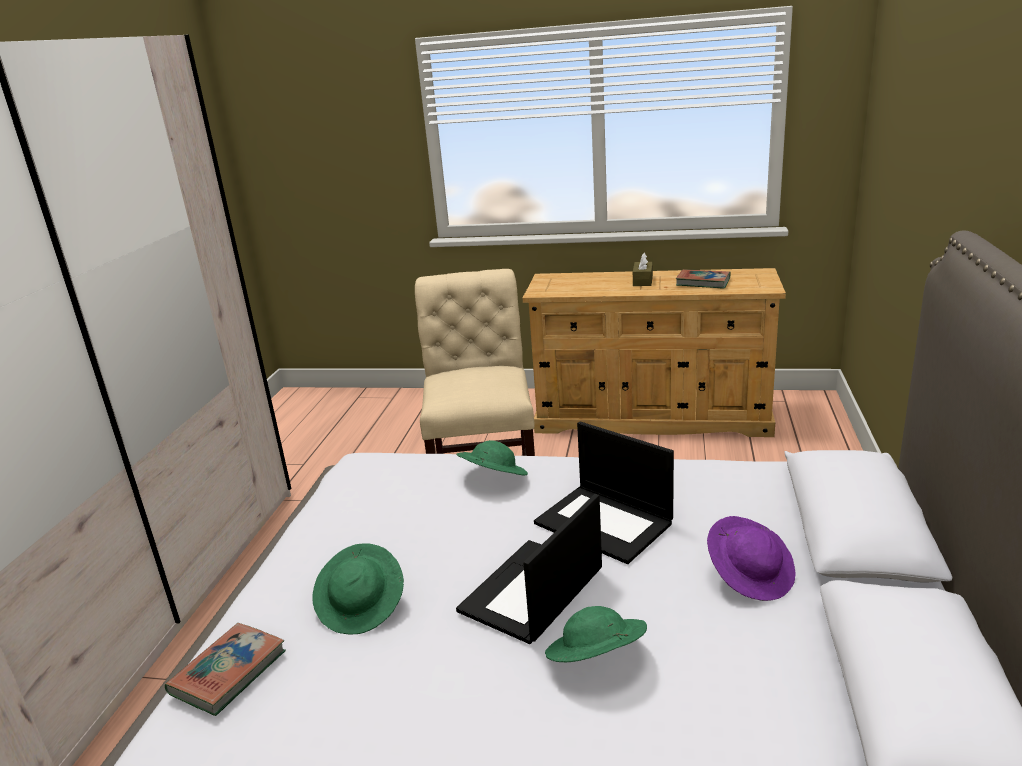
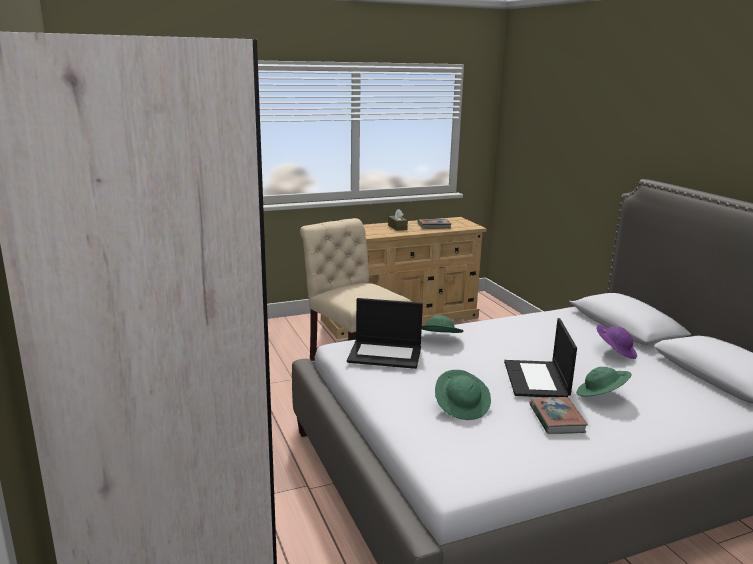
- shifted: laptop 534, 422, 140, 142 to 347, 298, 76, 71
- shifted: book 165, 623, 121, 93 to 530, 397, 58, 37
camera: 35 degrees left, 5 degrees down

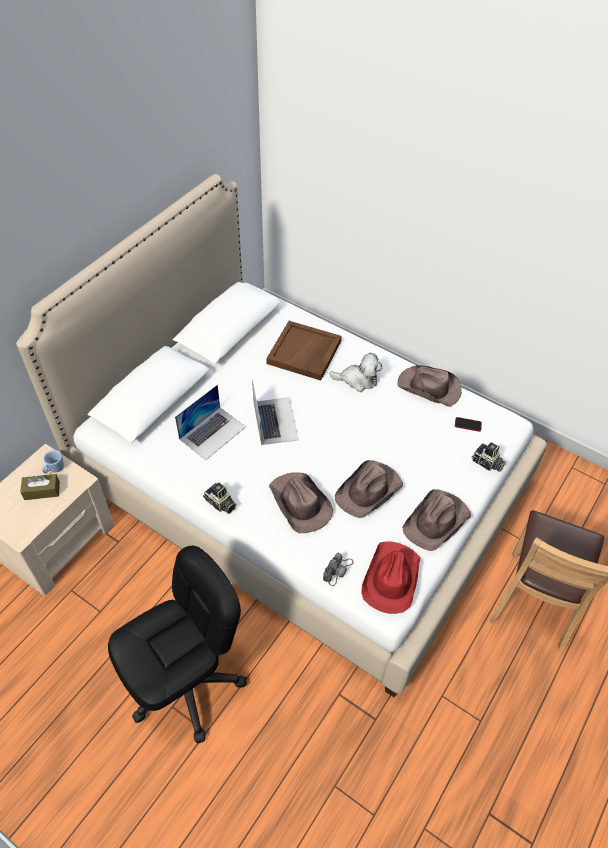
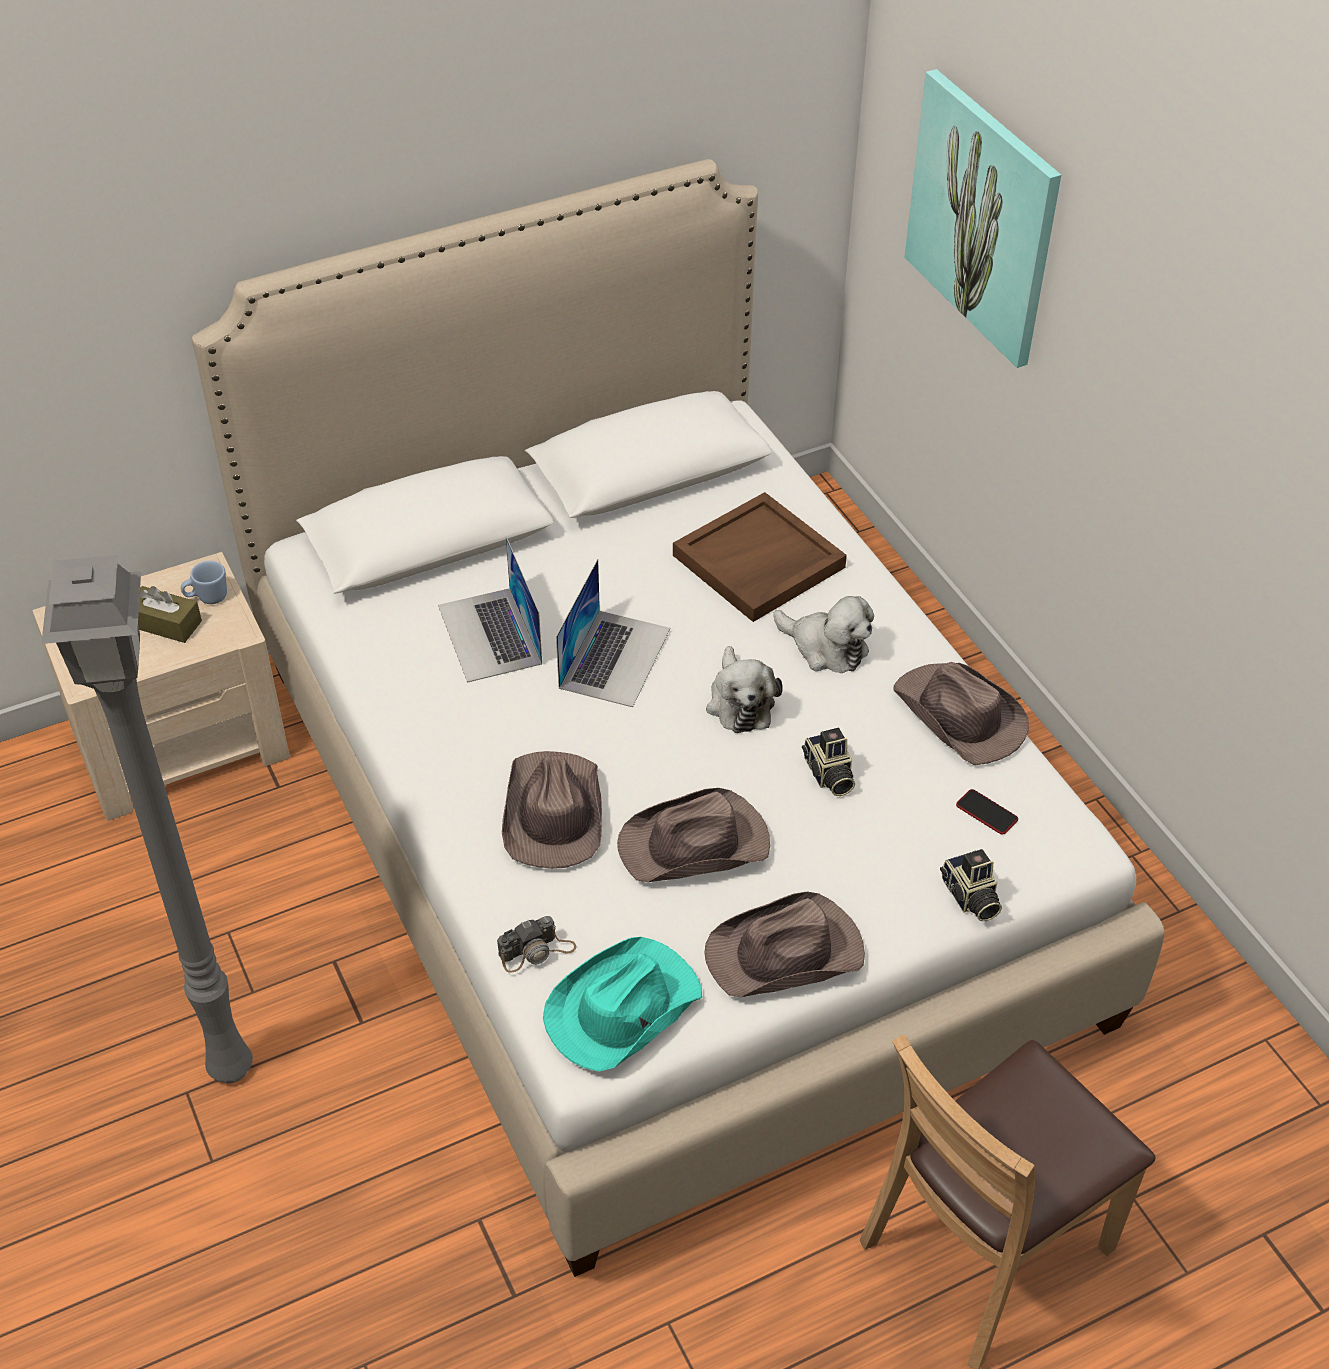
- rotated: laptop 175, 385, 71, 75 = 438, 537, 104, 146 90 degrees clockwise
- shifted: photo camera 203, 482, 33, 32 to 802, 728, 53, 68
- repainted: hat/red 361, 541, 59, 73 to hat/turquoise 543, 937, 159, 135
- swapped: office chair/black 108, 546, 139, 198 to floor lamp/grey 41, 555, 212, 528
- new: picture 904, 69, 157, 299
- new: plush toy 706, 646, 77, 87
camera: 30 degrees right, 5 degrees down

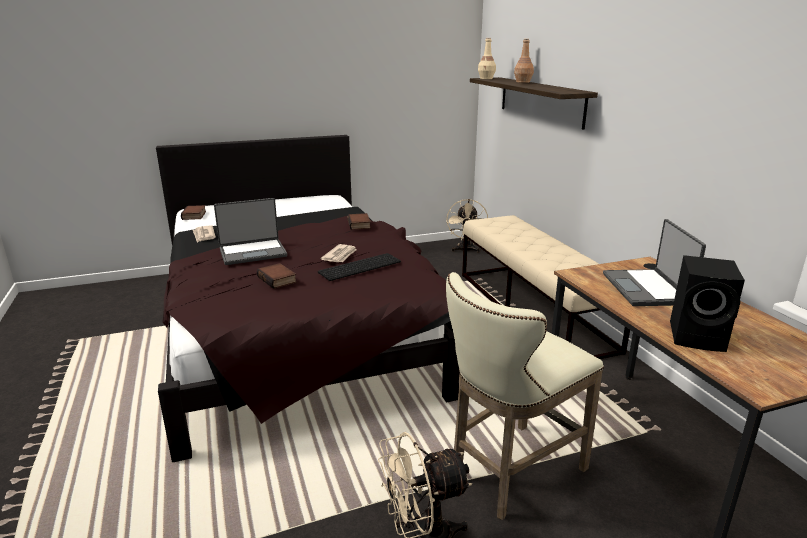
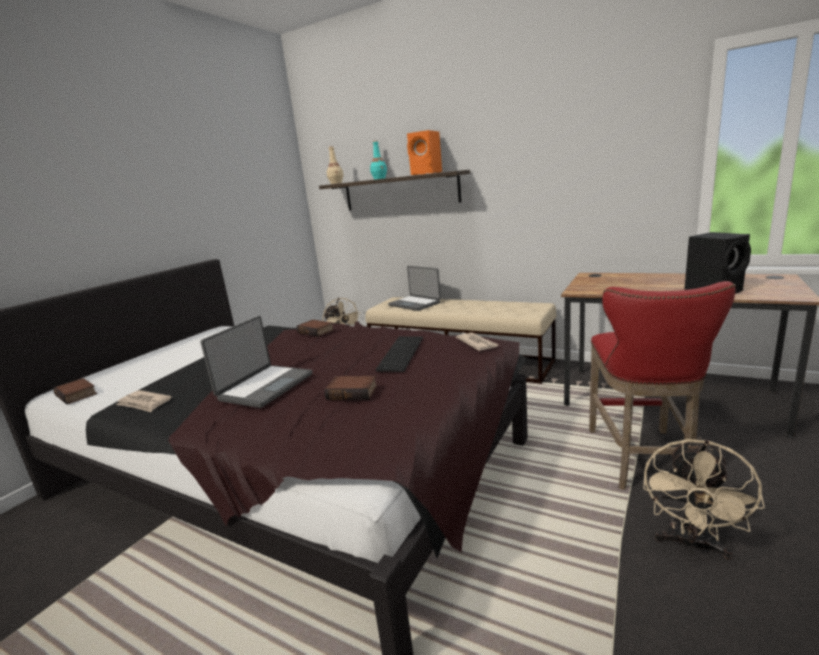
- repainted: bottle/brown 514, 38, 20, 45 to bottle/turquoise 370, 140, 17, 40
- shifted: laptop 603, 219, 103, 87 to 388, 266, 53, 45
- shifted: newspaper 321, 244, 36, 18 to 456, 332, 42, 19
- repainted: stool/beige 446, 272, 158, 248 to stool/red 589, 281, 147, 209
- new: speaker/orange 407, 130, 35, 45
camera: 40 degrees left, 5 degrees down

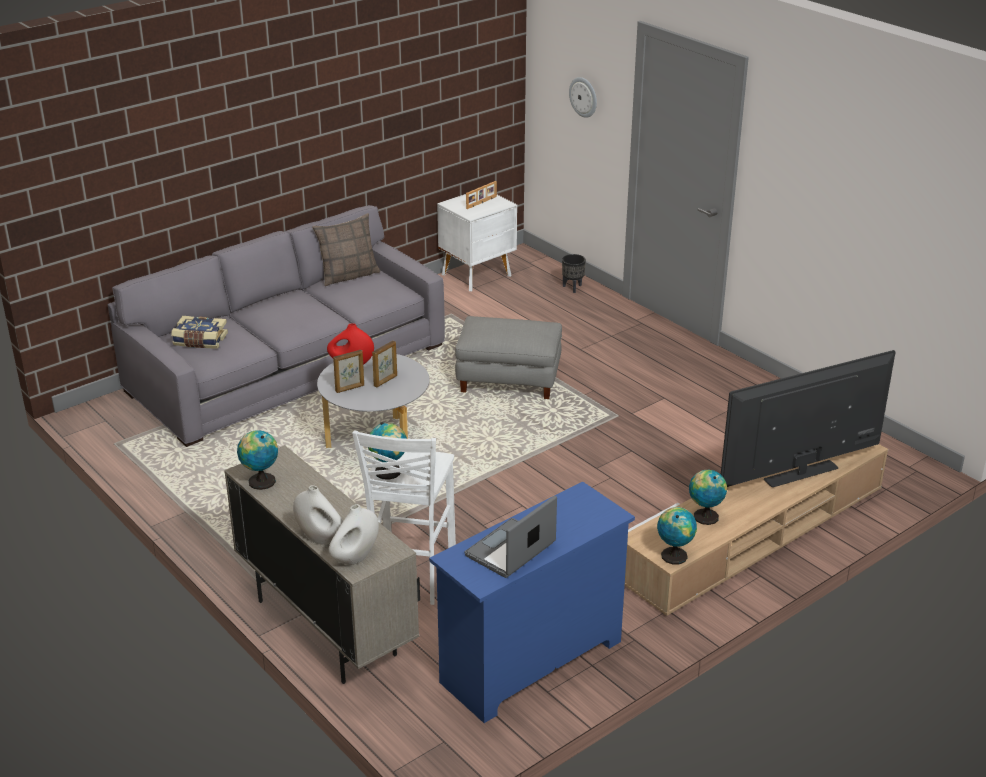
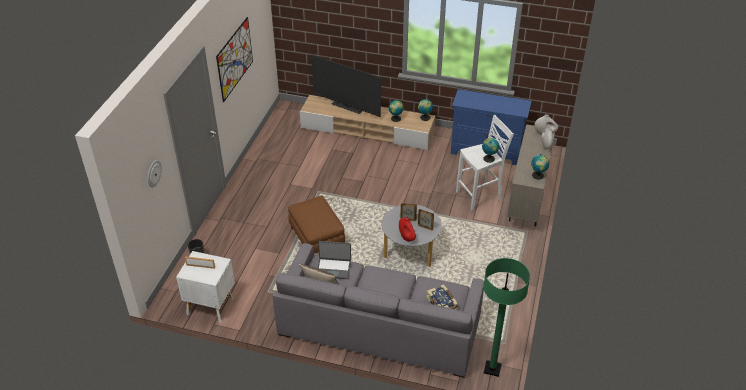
- repainted: ottoman/grey 455, 316, 107, 83 to ottoman/brown 288, 195, 57, 59
- shifted: laptop 464, 496, 93, 82 to 317, 241, 34, 38
- new: picture 216, 17, 37, 85
- new: floor lamp/green 483, 258, 47, 119
camera: 125 degrees left, 10 degrees up

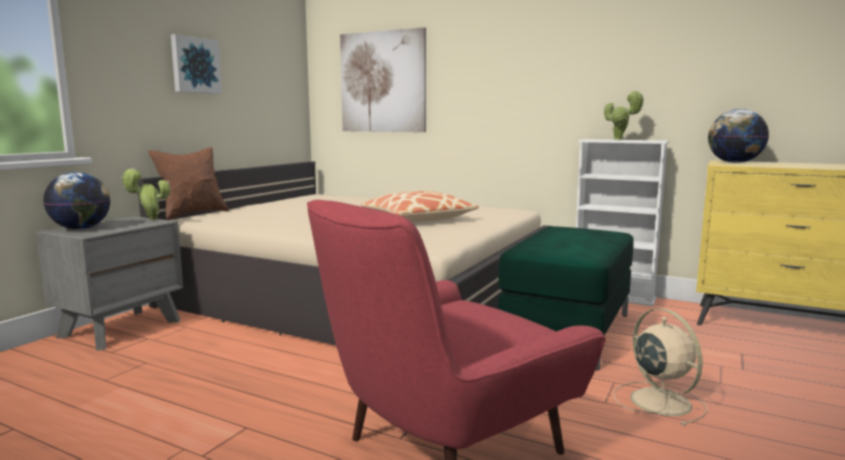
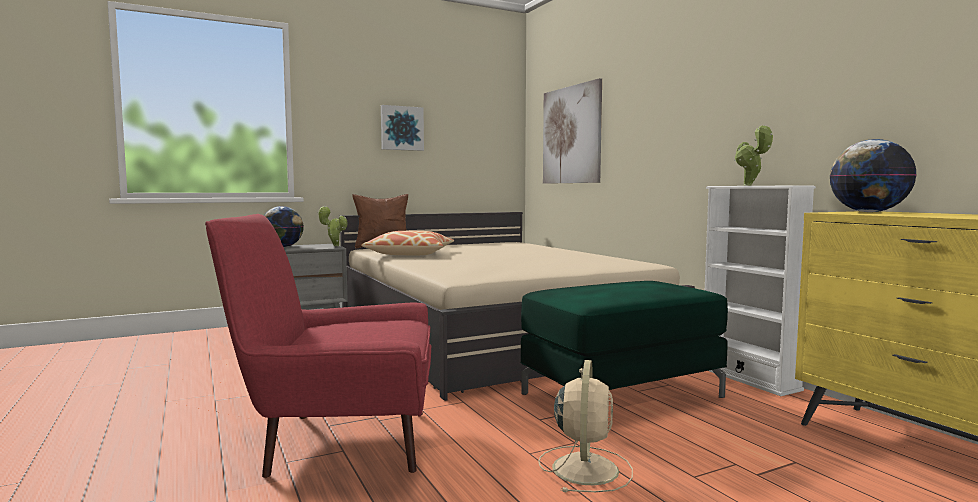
- shifted: pillow 361, 191, 118, 31 to 361, 231, 93, 24
camera: 35 degrees right, 5 degrees down

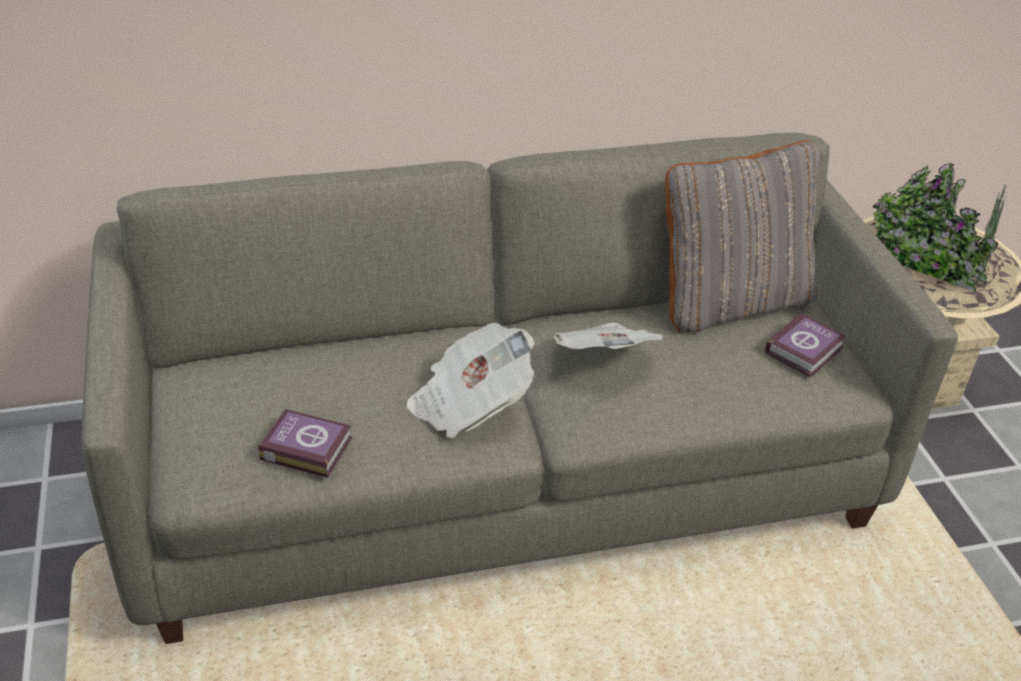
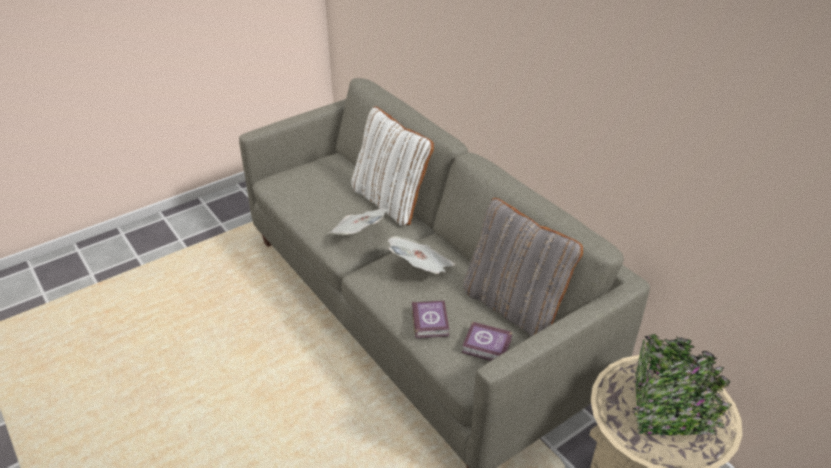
- shifted: book 258, 409, 94, 69 to 412, 301, 37, 38
- new: pillow/white 351, 106, 83, 120
camera: 70 degrees right, 0 degrees up

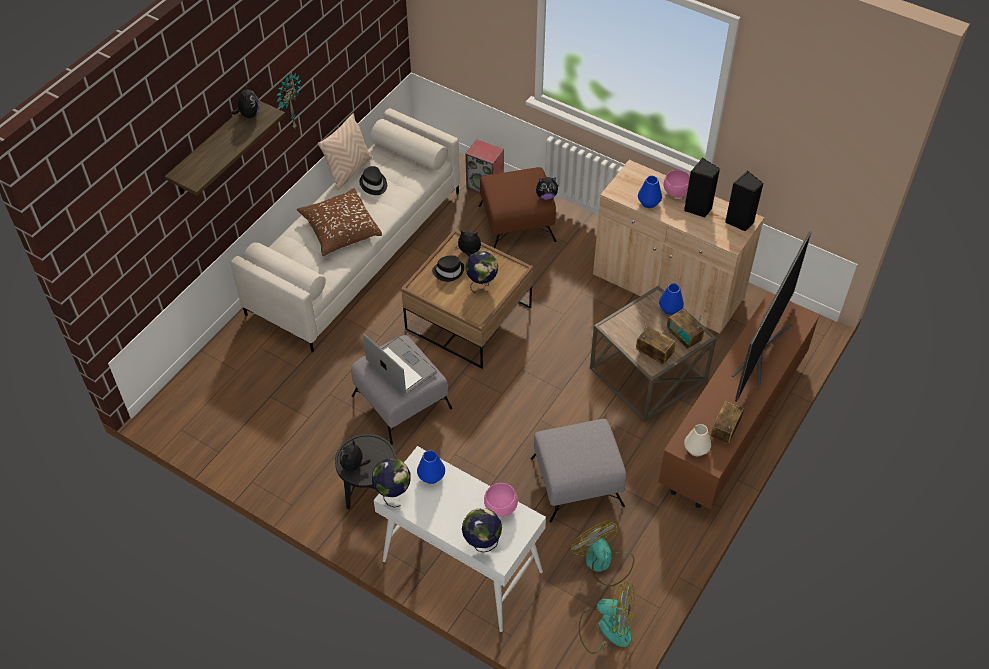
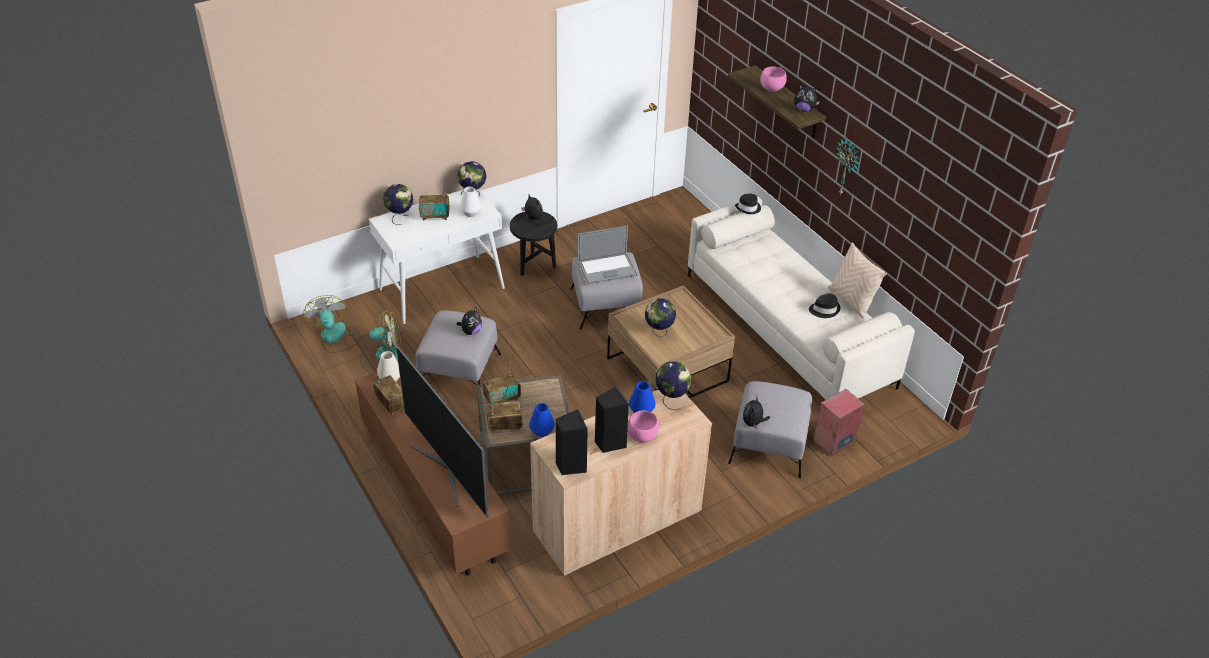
- repainted: ottoman/brown 479, 167, 77, 81 to ottoman/grey 728, 381, 84, 97
- gone: pillow/brown 297, 188, 85, 68
- shifted: plush toy 455, 230, 26, 27 to 457, 307, 25, 28
- shifted: hat/black 432, 255, 32, 27 to 735, 193, 26, 21
- repainted: vase/blue 417, 450, 28, 34 to vase/white 460, 187, 22, 30
- shifted: bowl/pink 484, 483, 34, 34 to 760, 67, 27, 25
- rotated: fan 579, 581, 55, 73 = 303, 295, 58, 58 120 degrees clockwise
- new: radio 419, 185, 31, 35
- new: globe 656, 361, 36, 49
camera: 115 degrees right, 10 degrees down

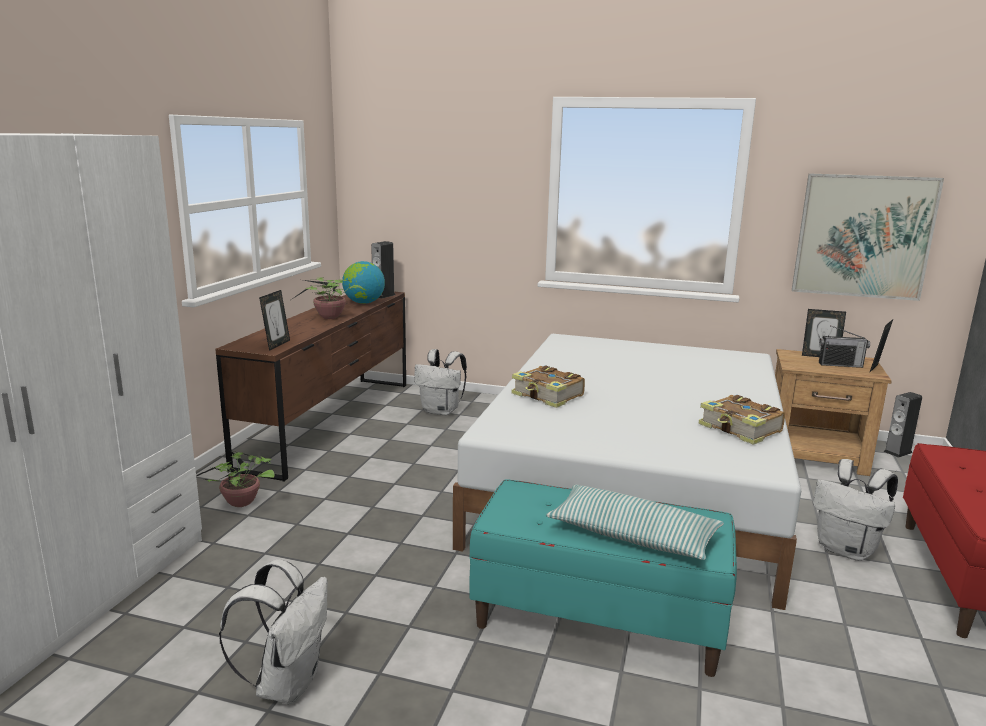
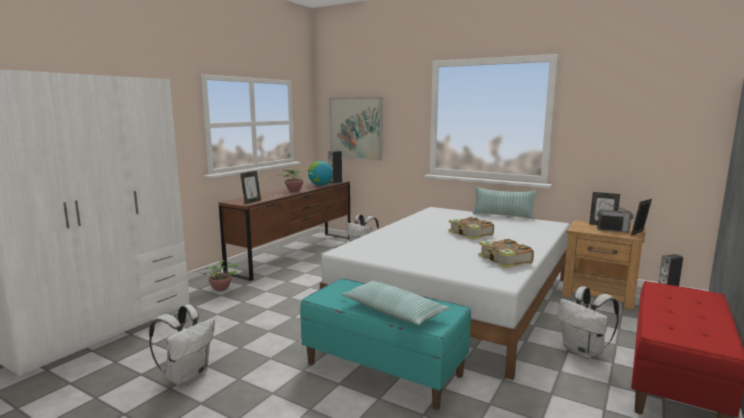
- shifted: picture 792, 173, 152, 128 to 329, 97, 54, 64
- shifted: book 511, 365, 74, 43 to 448, 217, 46, 23
- new: pillow 473, 187, 64, 32
camera: 15 degrees right, 5 degrees down

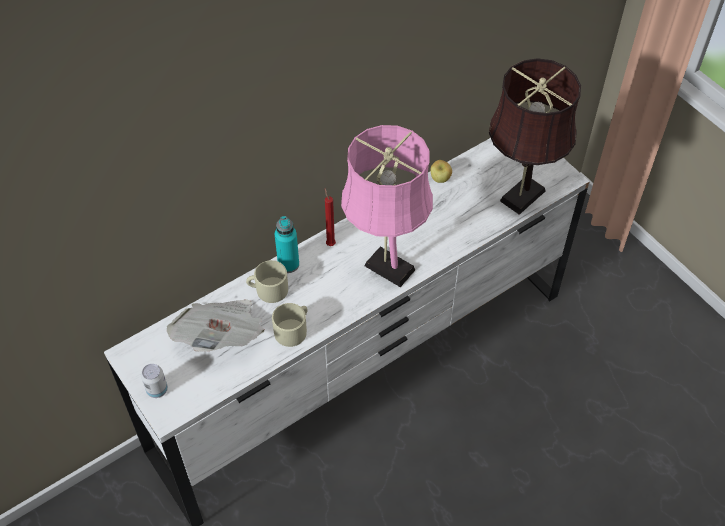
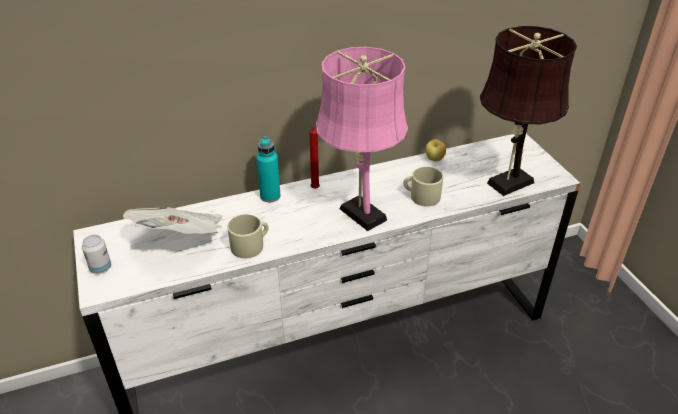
- shifted: mug/beige 246, 260, 42, 43 to 403, 167, 40, 39
camera: 15 degrees right, 15 degrees down

